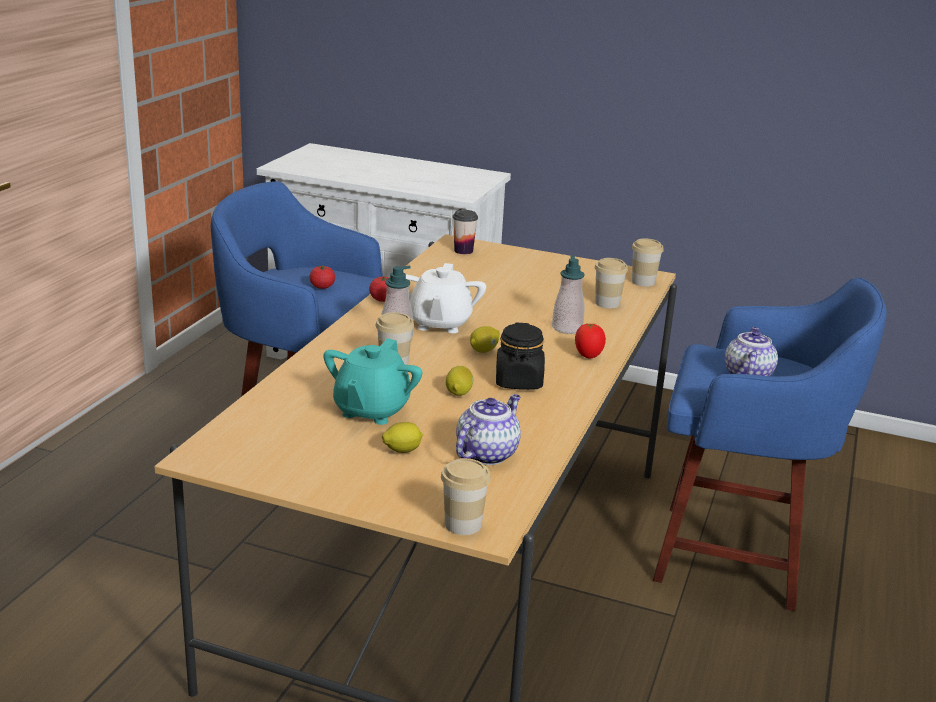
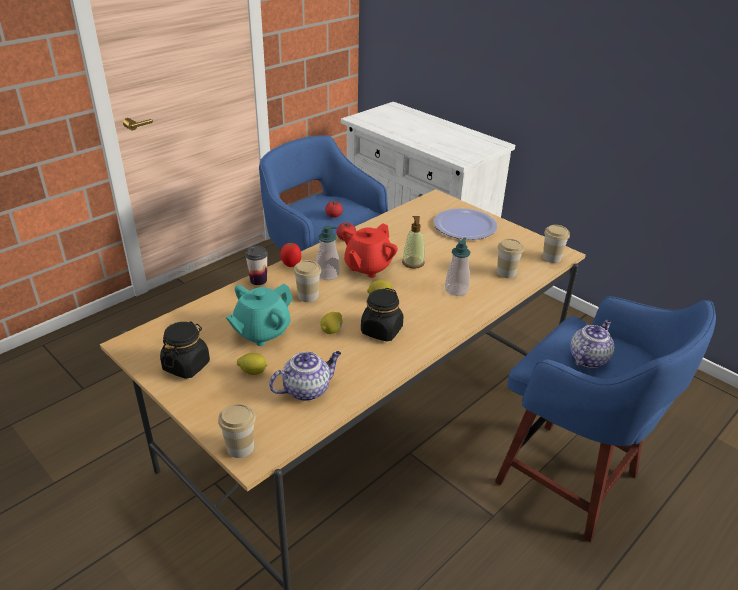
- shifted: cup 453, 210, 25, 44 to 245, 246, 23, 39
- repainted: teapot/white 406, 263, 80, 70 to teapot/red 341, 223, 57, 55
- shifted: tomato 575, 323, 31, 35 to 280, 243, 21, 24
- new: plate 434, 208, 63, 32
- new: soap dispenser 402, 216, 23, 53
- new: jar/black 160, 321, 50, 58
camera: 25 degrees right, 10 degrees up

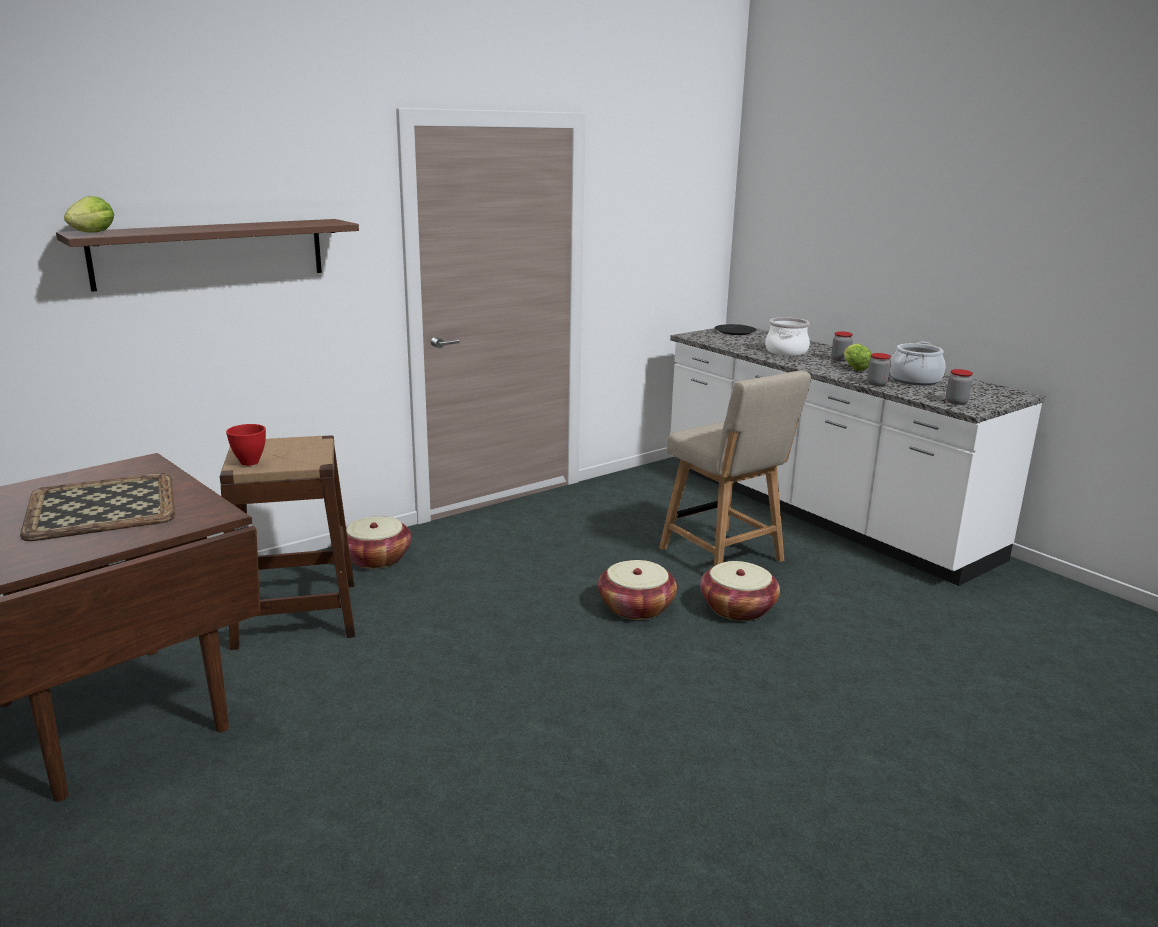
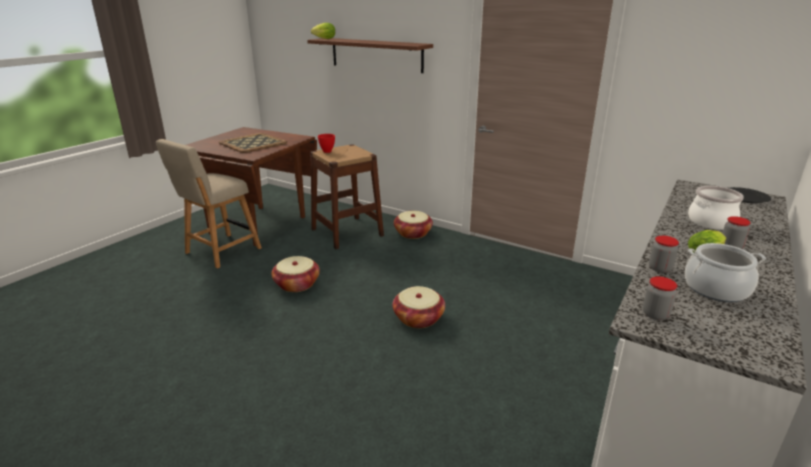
- shifted: chair/beige 659, 370, 152, 196 to 156, 139, 106, 129
- shifted: basket 700, 561, 80, 60 to 271, 256, 49, 36
camera: 70 degrees right, 5 degrees up

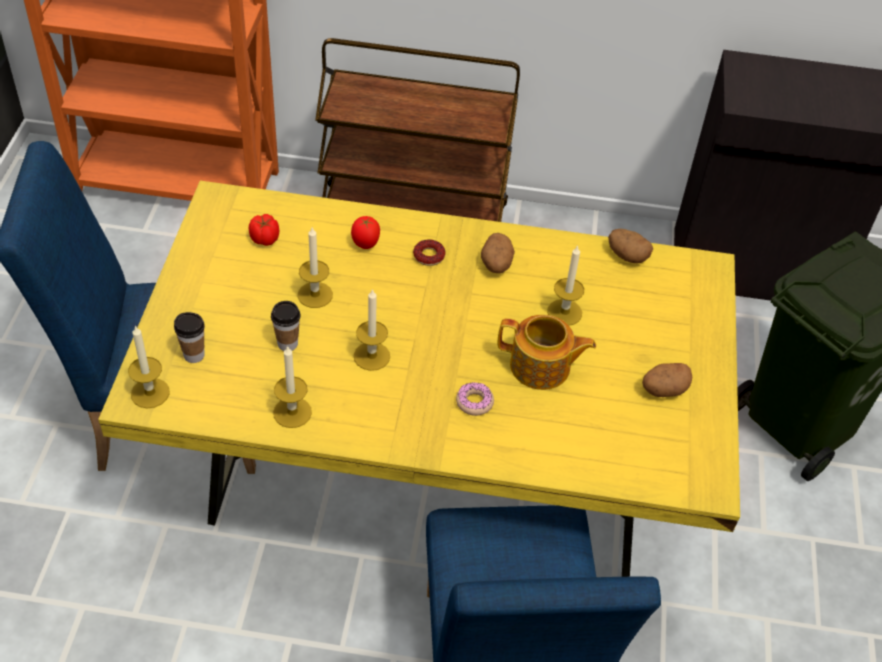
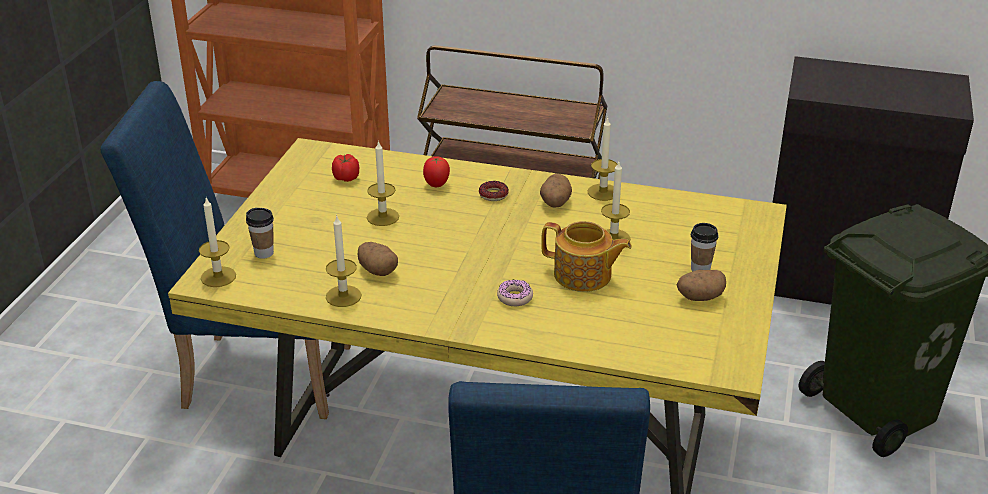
- shifted: potato 608, 229, 45, 35 to 358, 242, 40, 34
- shifted: candle 354, 289, 36, 82 to 588, 117, 29, 84
- shifted: cup 271, 301, 29, 50 to 691, 223, 27, 48
camera: 10 degrees right, 15 degrees down

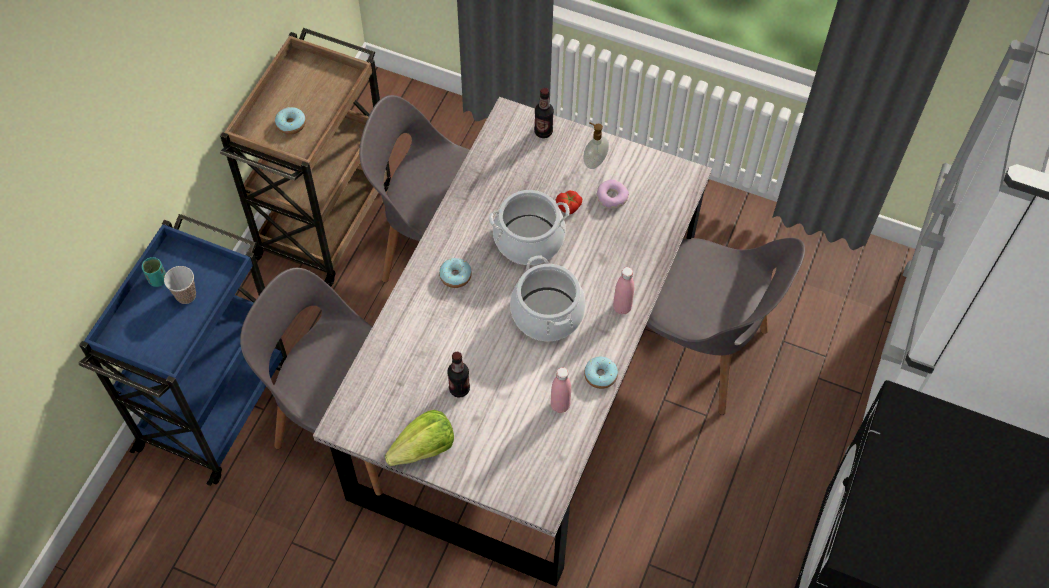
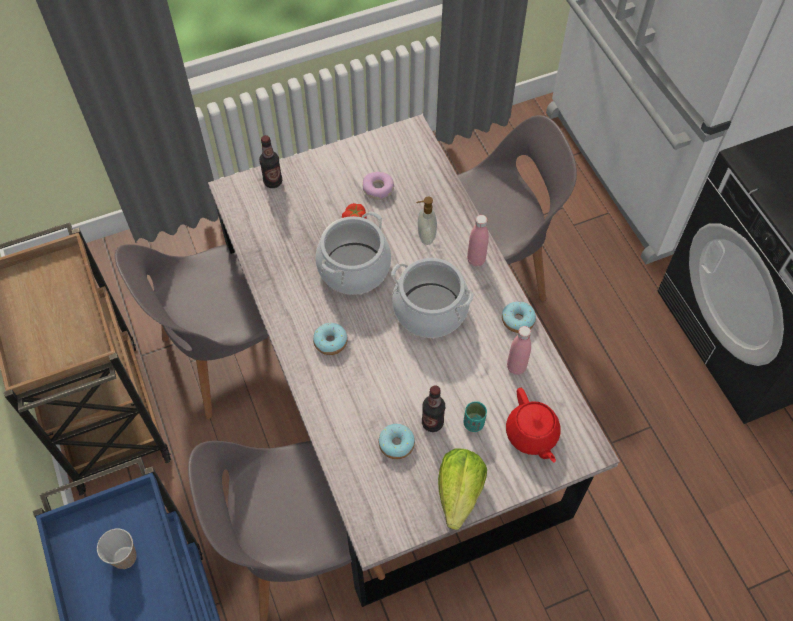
- shifted: donut 275, 107, 31, 28 to 379, 424, 36, 35
- shifted: soap dispenser 584, 122, 25, 47 to 416, 197, 21, 48
- shifted: cup/turquoise 142, 257, 24, 30 to 464, 401, 23, 31
- new: teapot/red 506, 388, 55, 75
camera: 45 degrees left, 0 degrees up

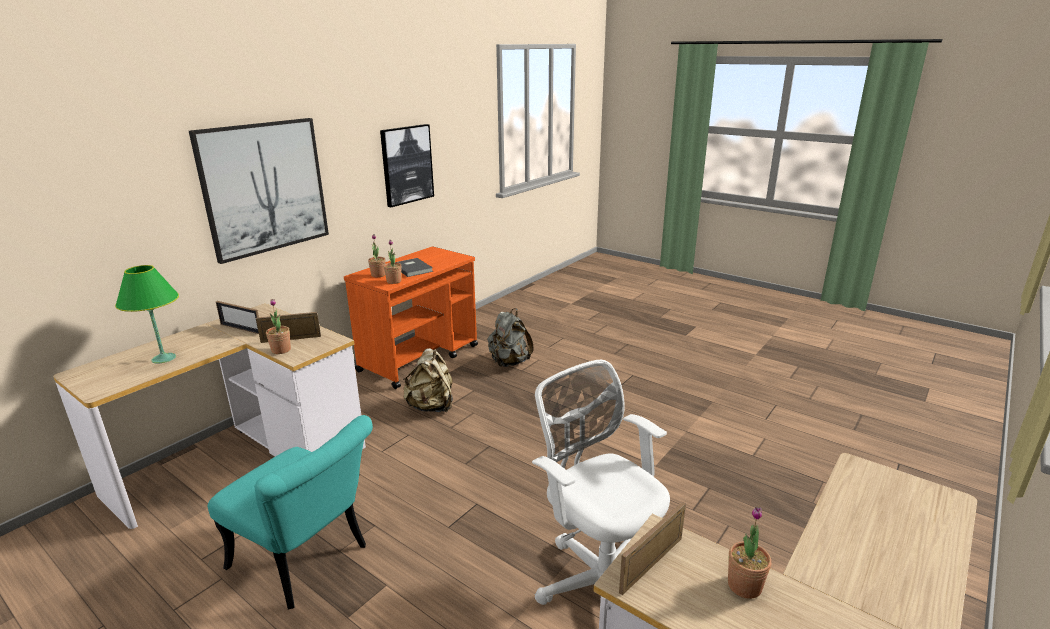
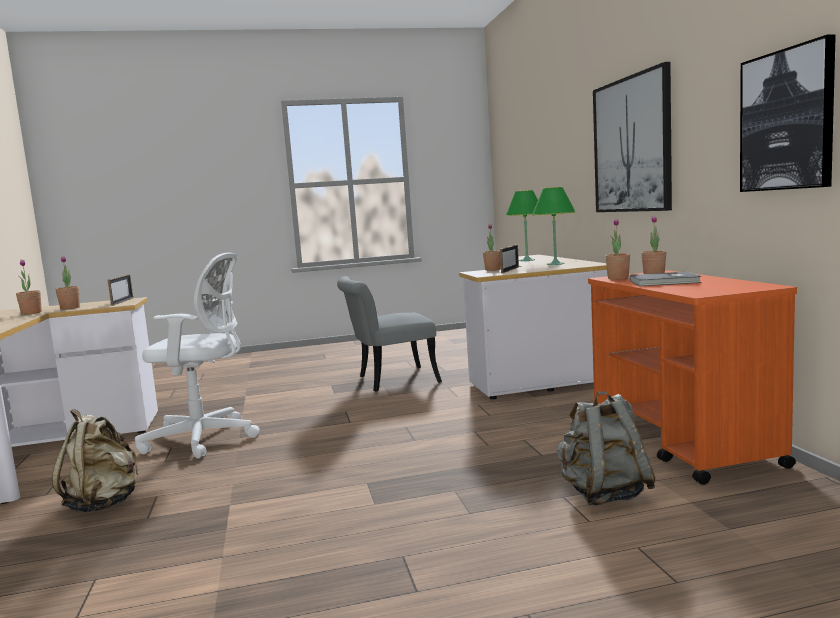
- swapped: picture frame 216, 301, 43, 33 to table lamp/green 532, 187, 43, 78
- shifted: backpack/beige 403, 348, 50, 64 to 52, 409, 87, 103
- repainted: chair/turquoise 208, 415, 165, 194 to chair/grey 337, 276, 105, 116
- new: potted plant 16, 260, 26, 55
camera: 130 degrees right, 15 degrees down

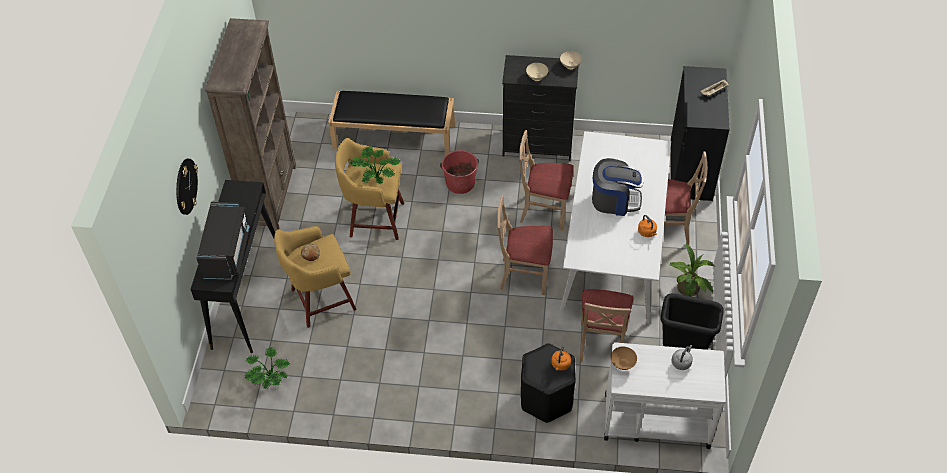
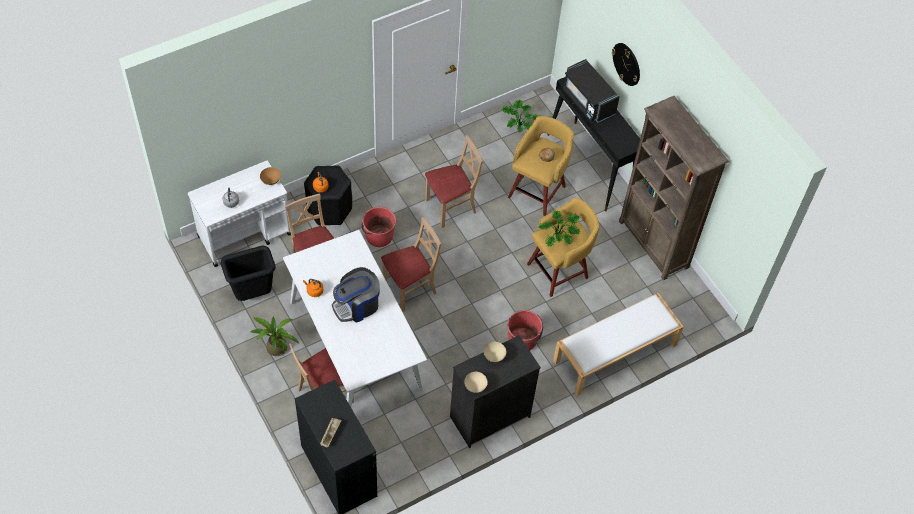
- repainted: bench/black 328, 91, 127, 65 to bench/white 553, 293, 131, 103
- shifted: chair/beige 519, 130, 54, 100 to 425, 135, 58, 93
- new: bucket/red 362, 207, 34, 40
camera: 140 degrees right, 5 degrees up

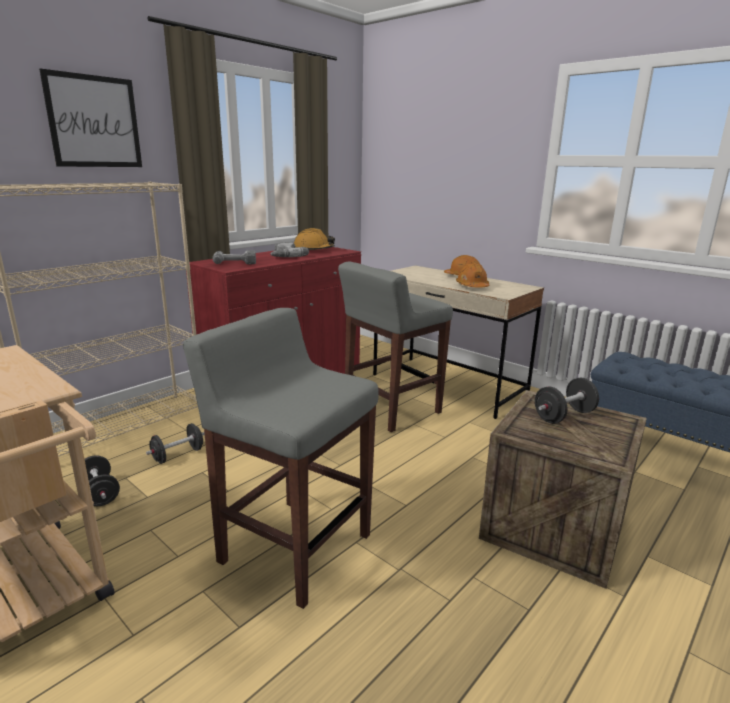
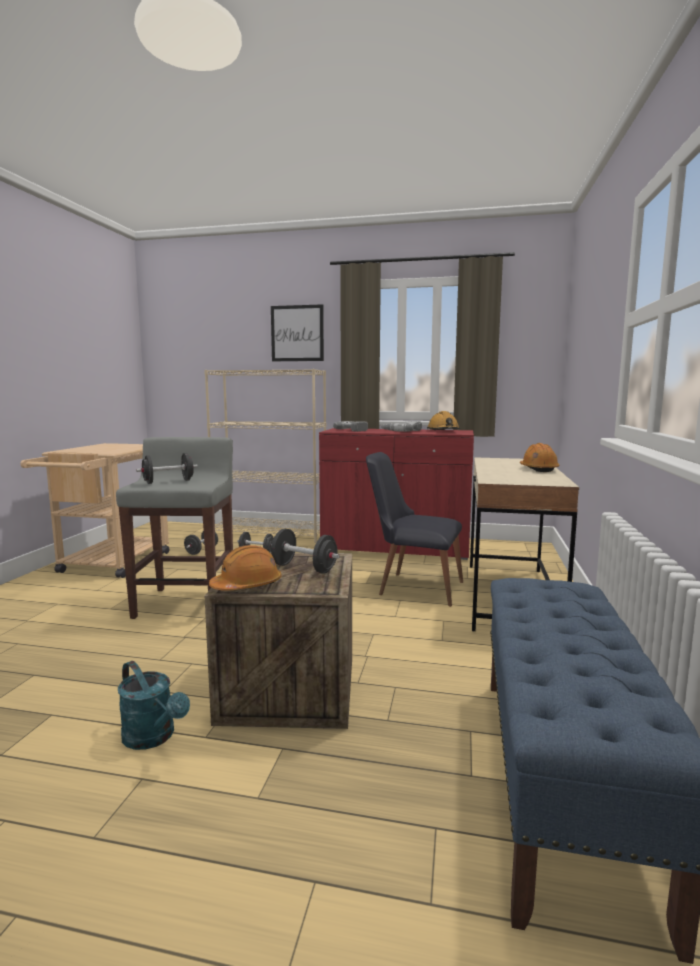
- swapped: stool/grey 338, 261, 115, 171 to chair/black 366, 452, 97, 155
- shifted: hard hat/orange 456, 263, 34, 25 to 209, 545, 73, 45
- new: dumbbell/black 136, 453, 62, 31
- new: watering can/turquoise 118, 661, 72, 89
camera: 60 degrees right, 10 degrees down

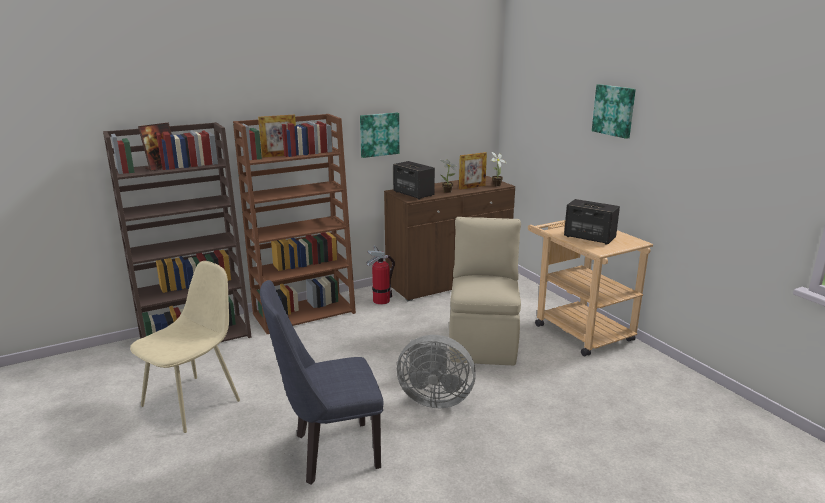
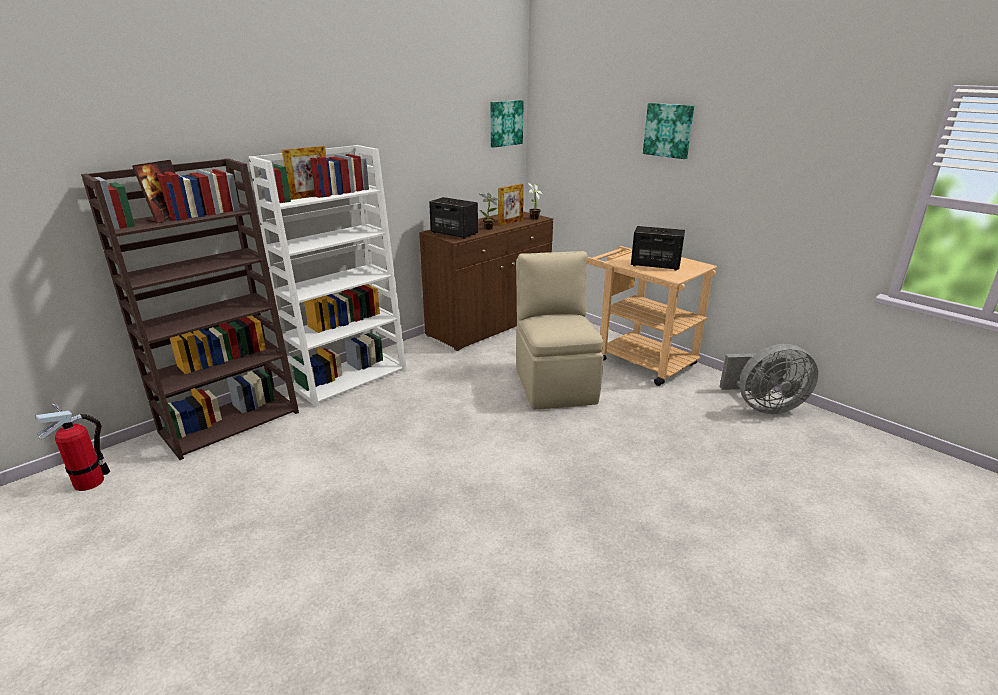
- shifted: picture 360, 112, 39, 46 to 491, 100, 33, 48
- repainted: bookcase/brown 233, 114, 123, 220 to bookcase/white 248, 145, 159, 262
- shifted: fire extinguisher 366, 246, 29, 59 to 36, 403, 75, 88
- gone: chair/beige 130, 261, 110, 172
- gone: chair/blue 260, 280, 124, 205
- shifted: fan/grey 397, 335, 79, 73 to 720, 344, 98, 70
camera: 15 degrees left, 5 degrees up

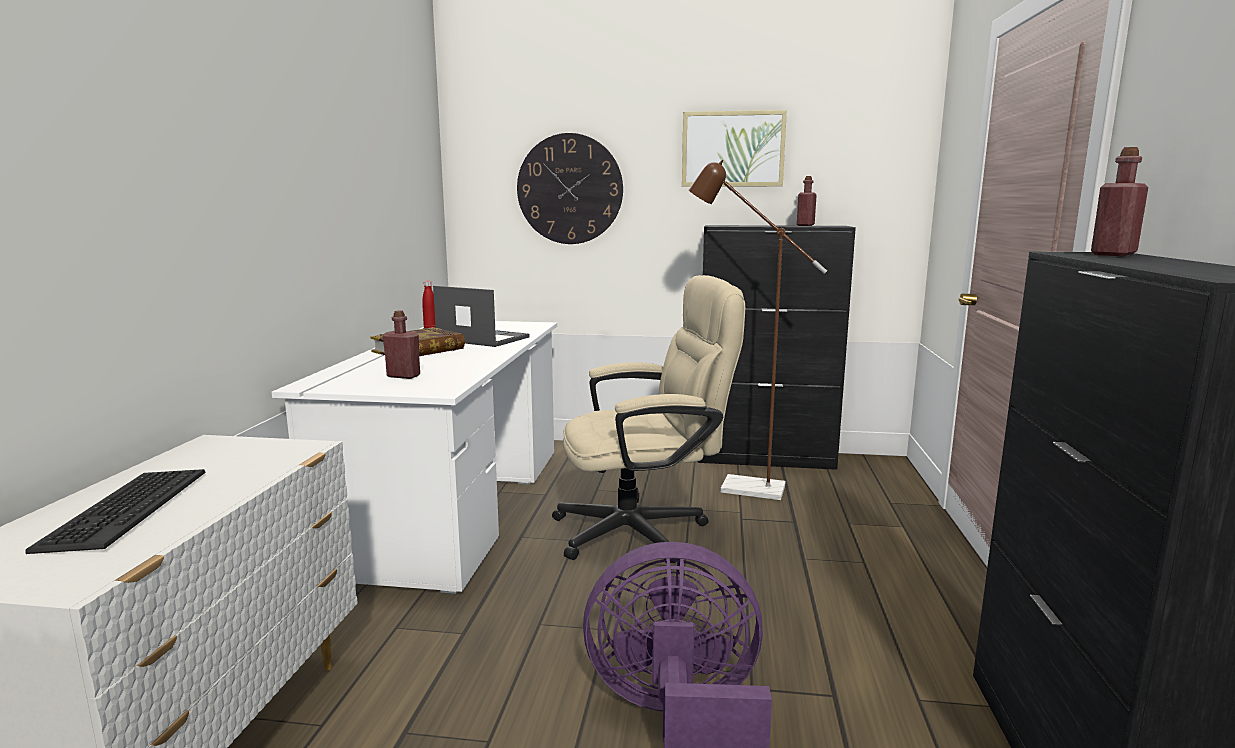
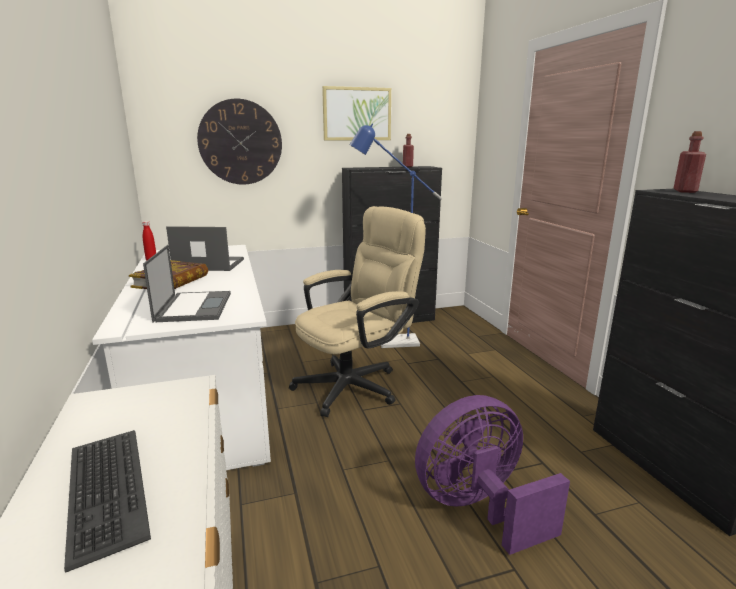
- repainted: floor lamp/brown 689, 160, 138, 340 to floor lamp/blue 349, 124, 93, 224
- swapped: bottle/red 383, 310, 37, 69 to laptop 143, 245, 88, 77
camera: 25 degrees left, 5 degrees up

